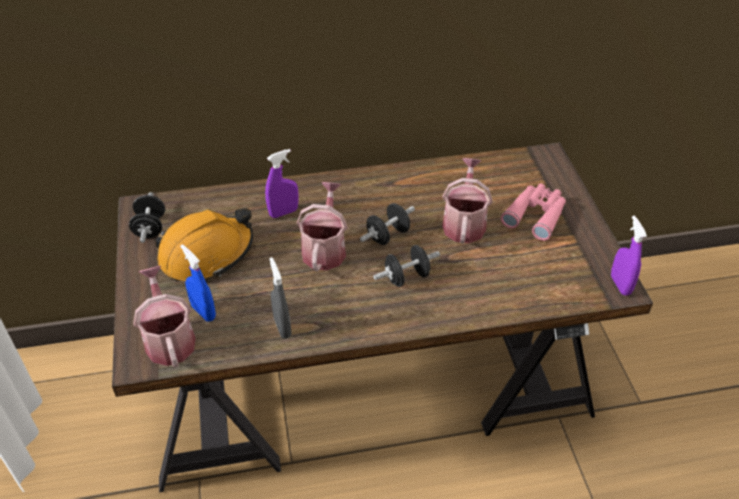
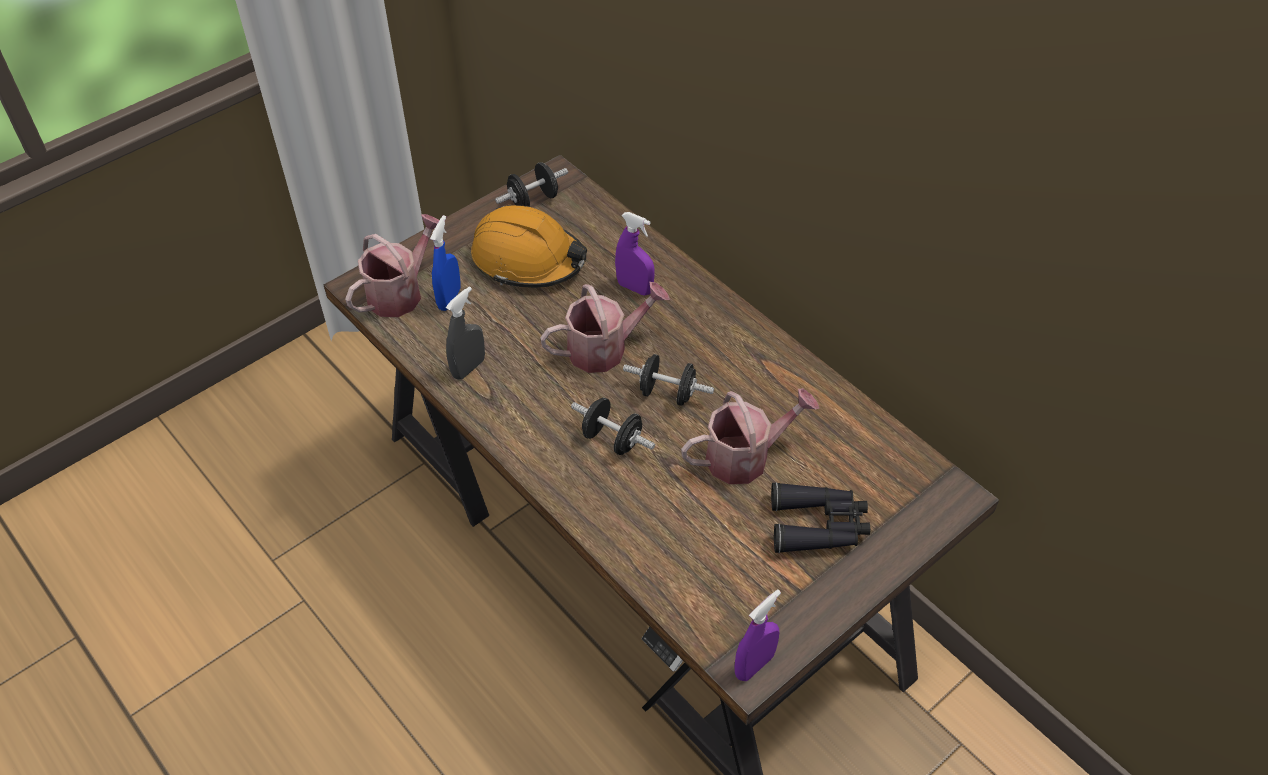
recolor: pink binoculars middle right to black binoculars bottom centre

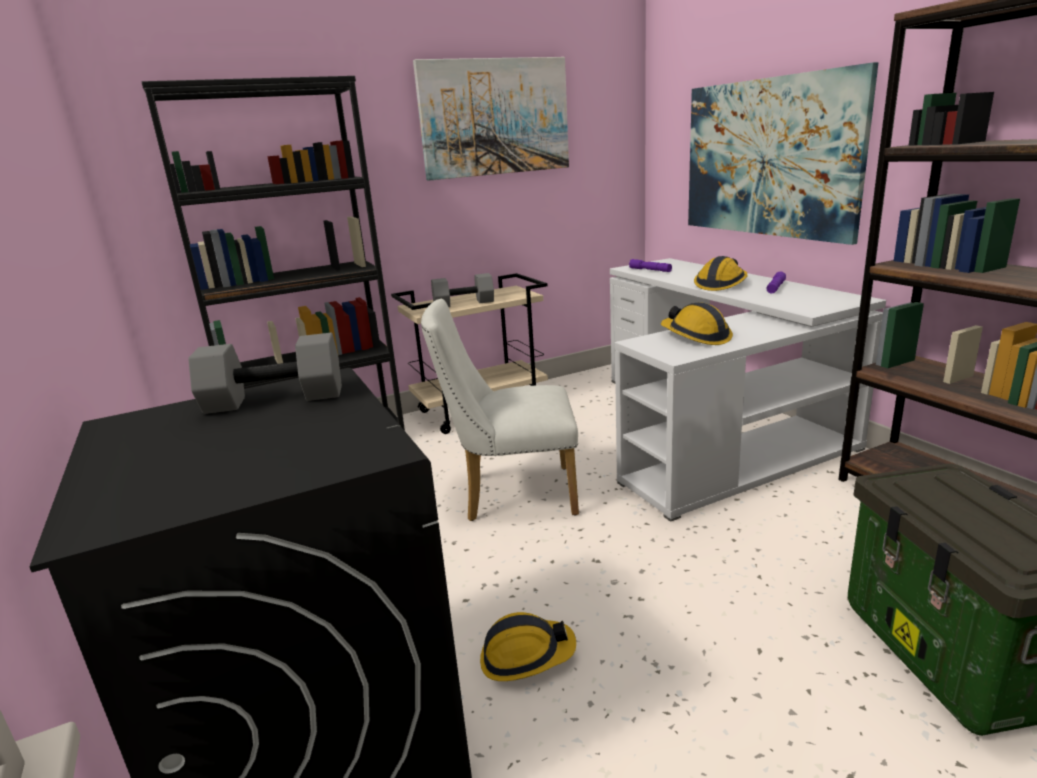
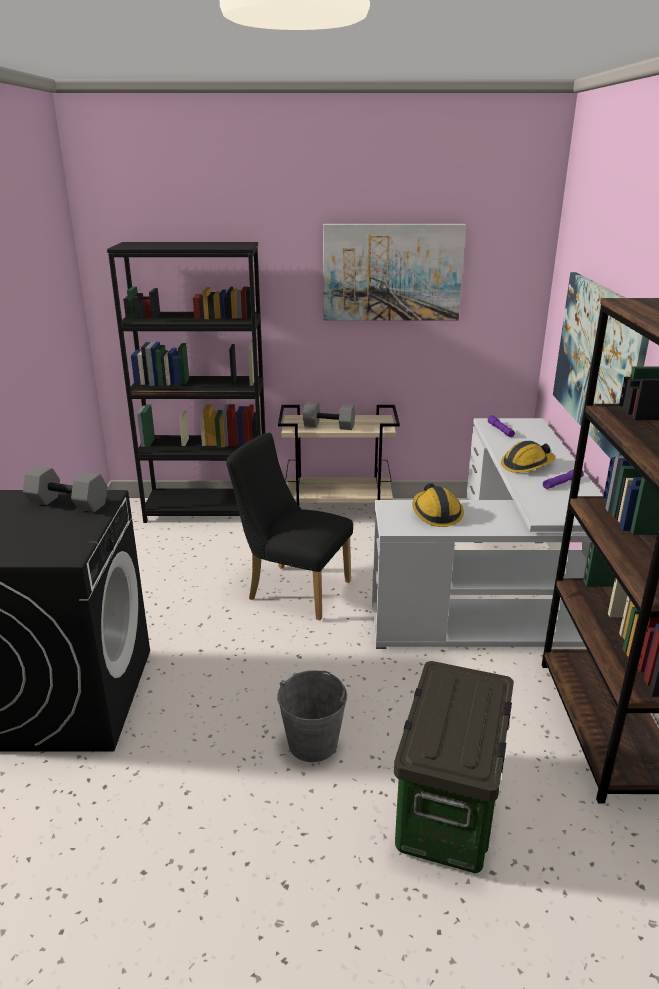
delete: hard hat (1st from left) bottom centre
insert: grey bucket bottom centre
recolor: white chair centre to black chair centre

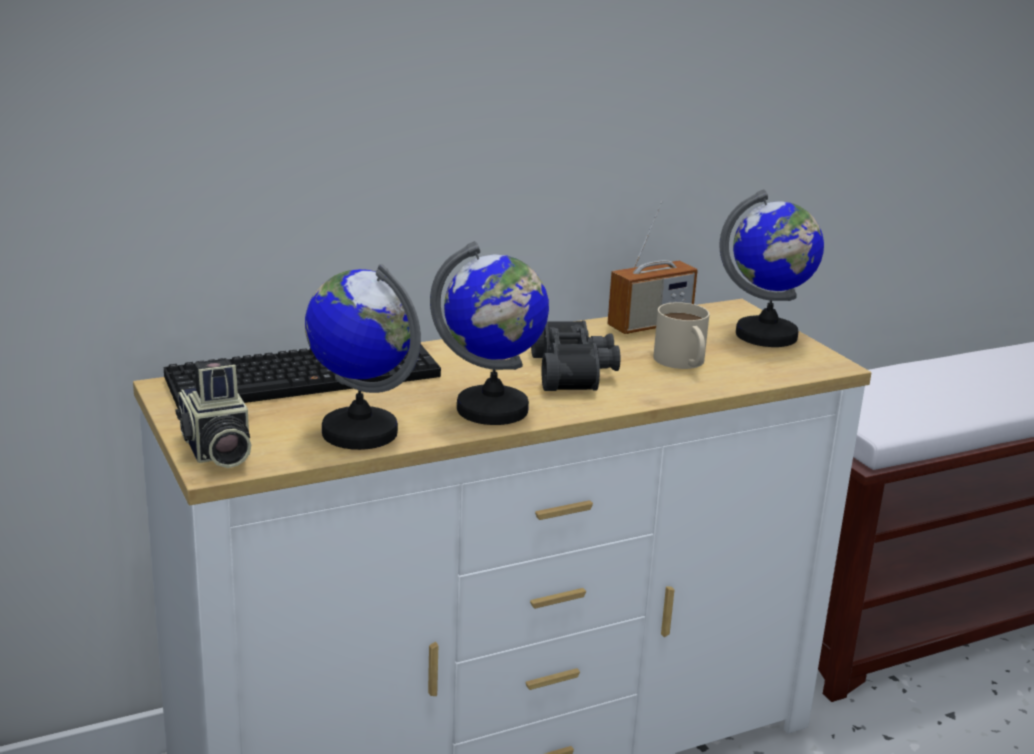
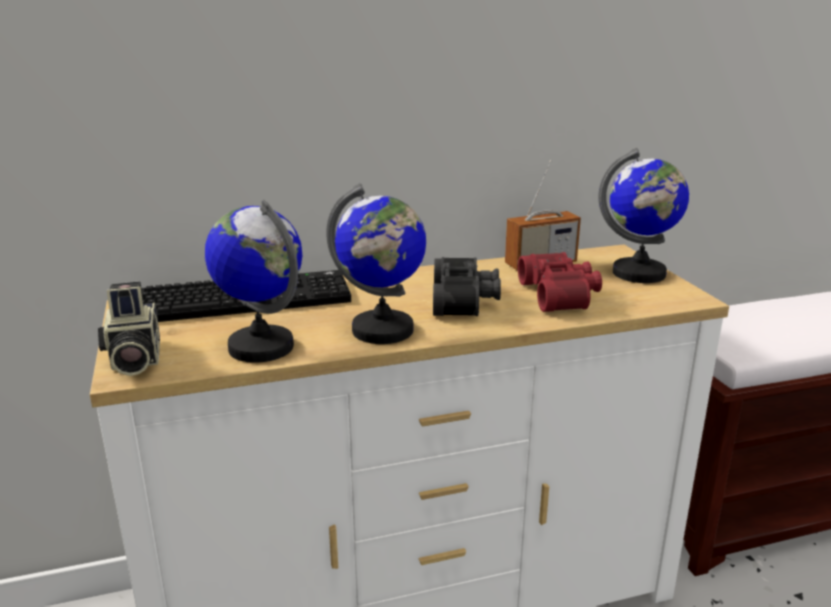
replace: beige mug centre to red binoculars middle right

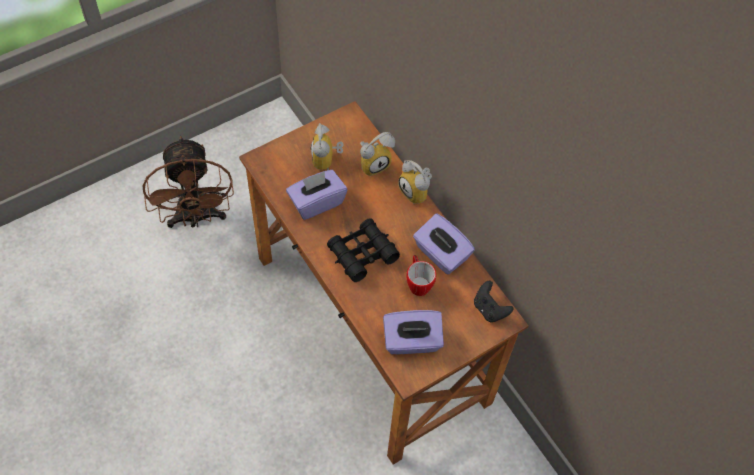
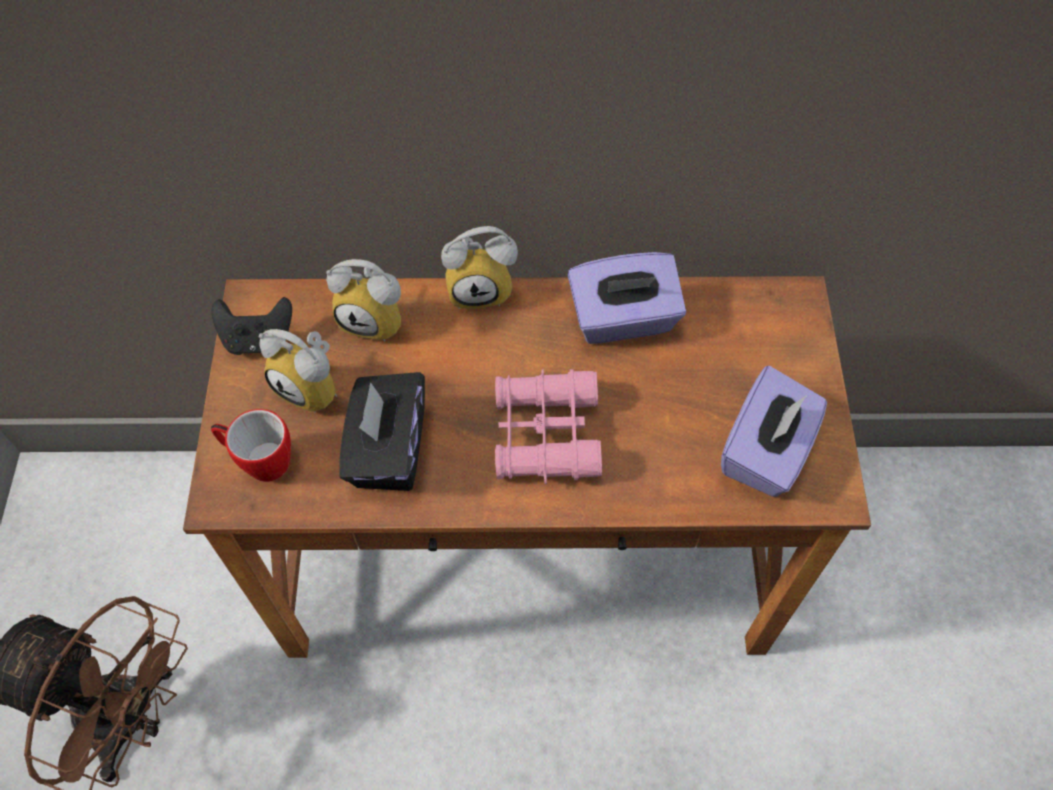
move: black game controller centre to middle left; mug centre to middle left
recolor: purple tissue box (1st from left) centre to black tissue box centre; black binoculars centre to pink binoculars centre
rotate: alarm clock (2nd from left) top centre = centre 105 degrees clockwise

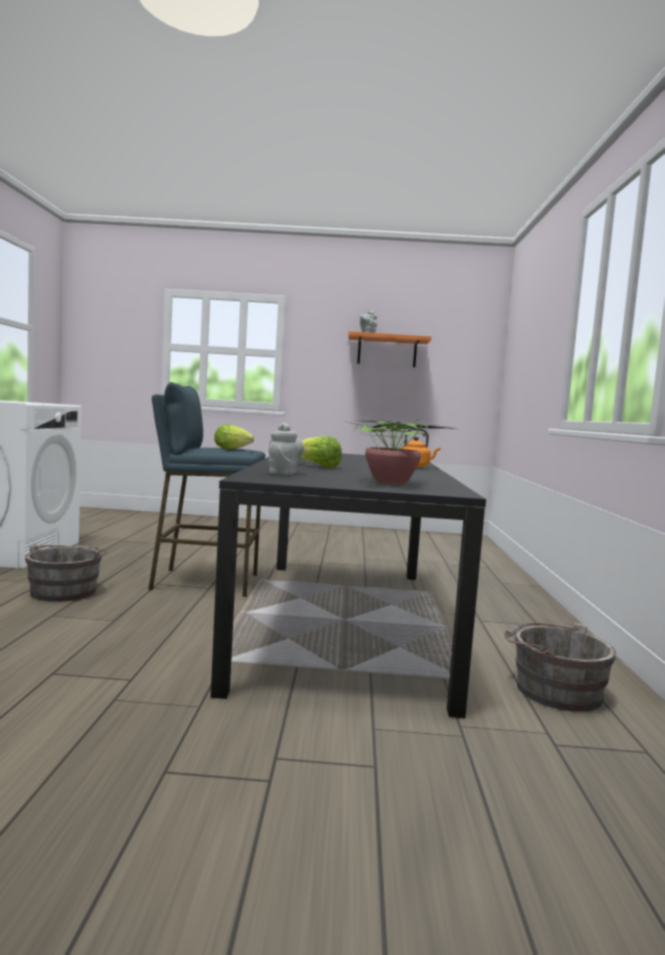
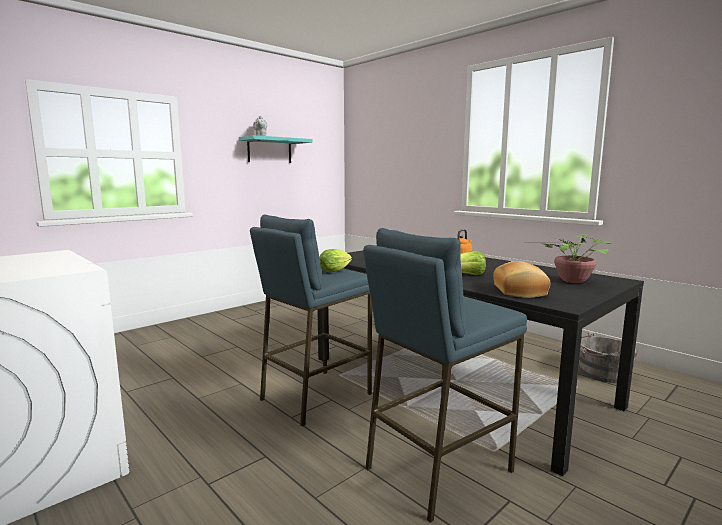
delete: grey bucket (1st from left) middle left
insert: blue stool (2nd from left) bottom centre
replace: grey teapot (1st from left) centre to bread middle right
recolor: orange shelf centre to turquoise shelf top centre

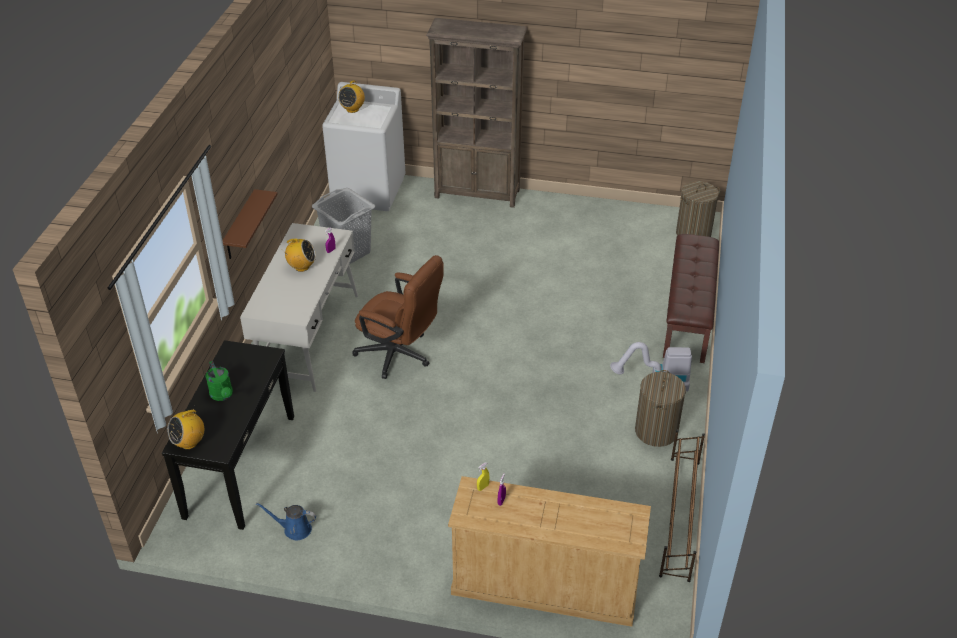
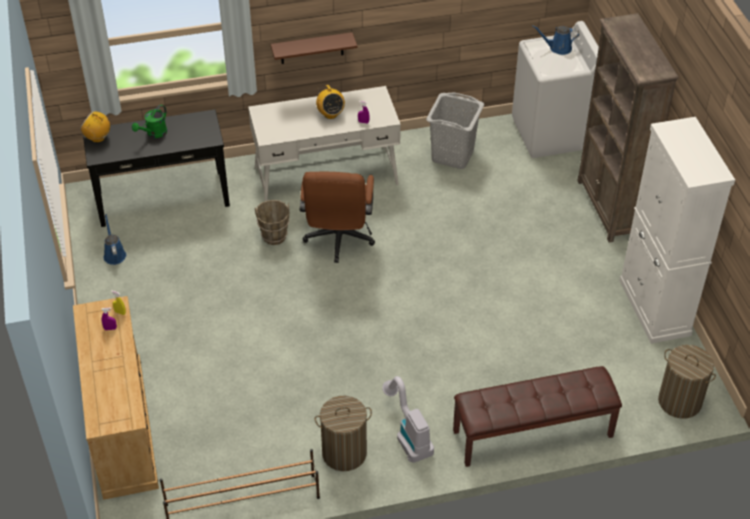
insert: brown bucket centre; white cabinet middle right
replace: radio (3rd from left) top centre to blue watering can (2nd from left) top right

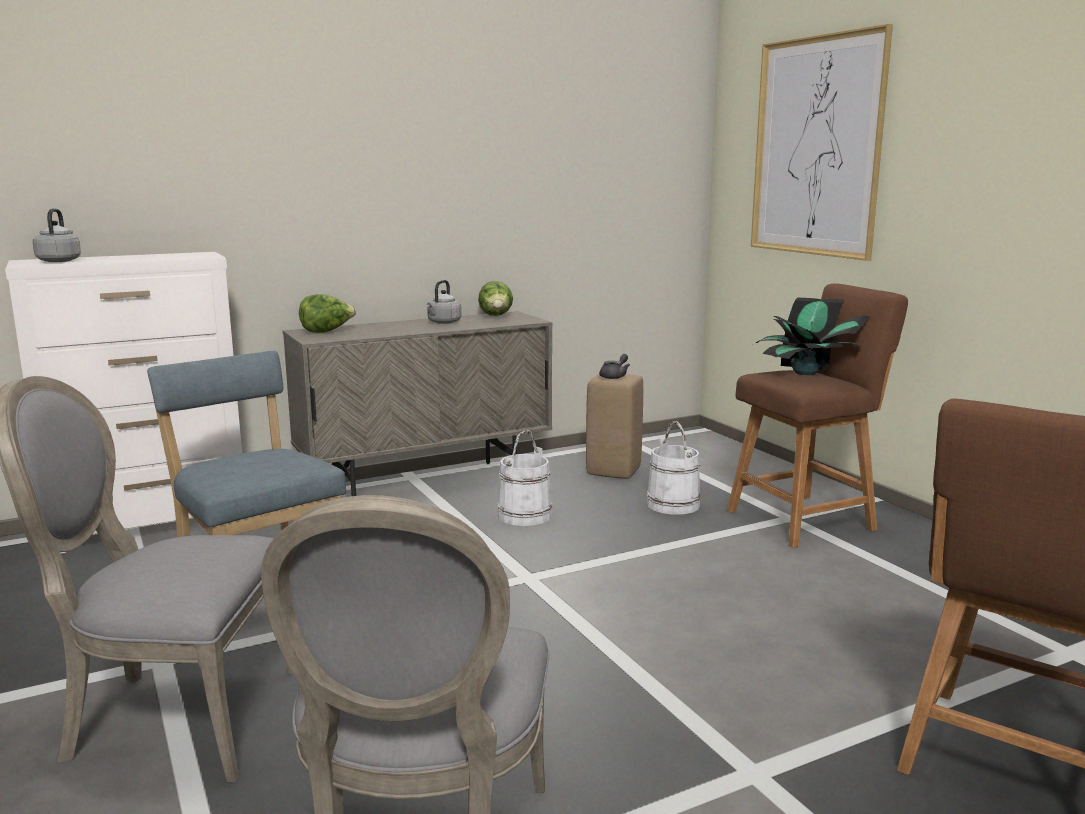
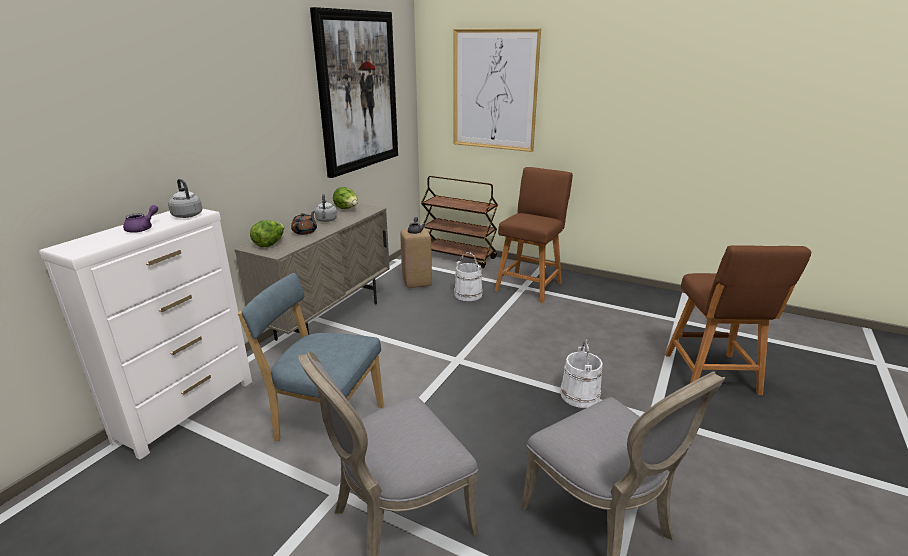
delete: potted plant middle right
insert: purple teapot middle left; brown teapot centre; picture (1st from left) top centre; brown cart centre
move: grey kettle (1st from left) top left to middle left; white bucket (1st from left in the first image) centre to white bucket (2nd from left) bottom centre

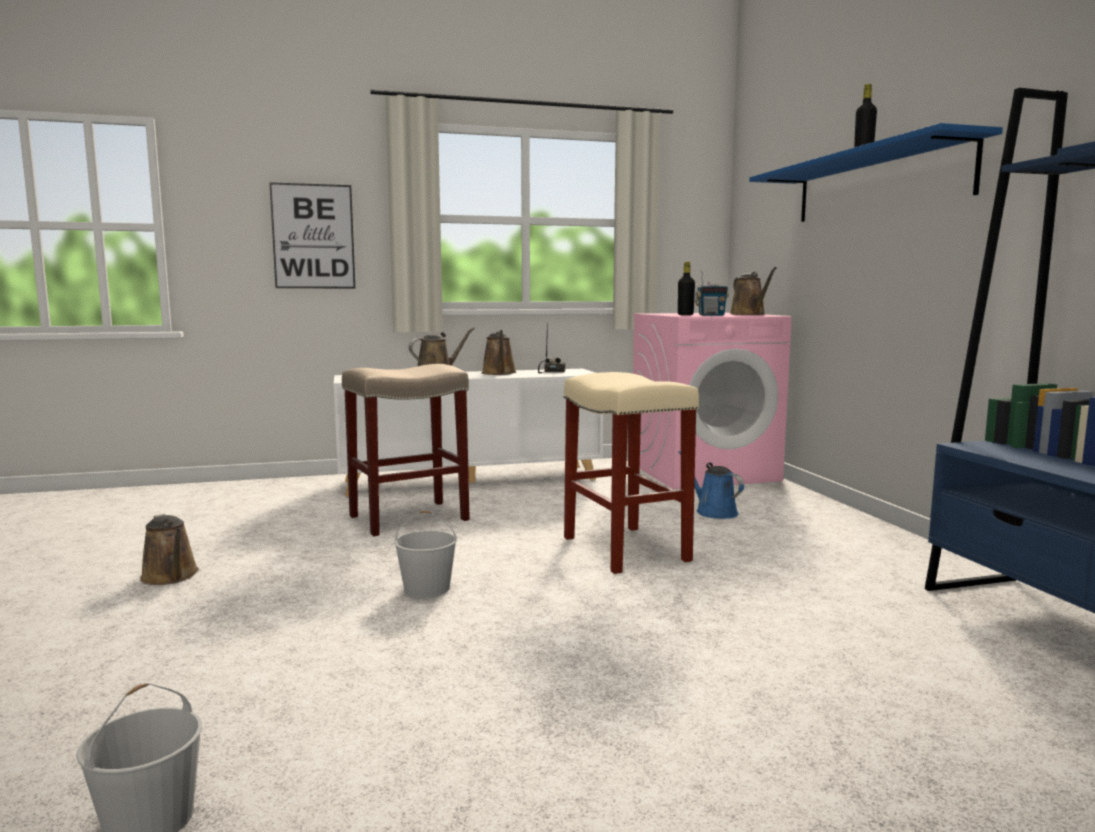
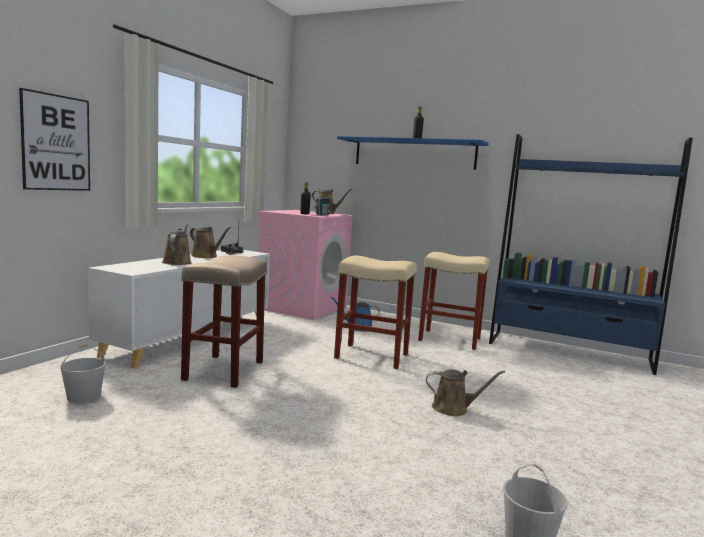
insert: beige stool (3rd from left) centre
move: white bucket (2nd from left in the first image) centre to white bucket (1st from left) bottom left; brown watering can (1st from left in the first image) middle left to brown watering can (4th from left) bottom centre

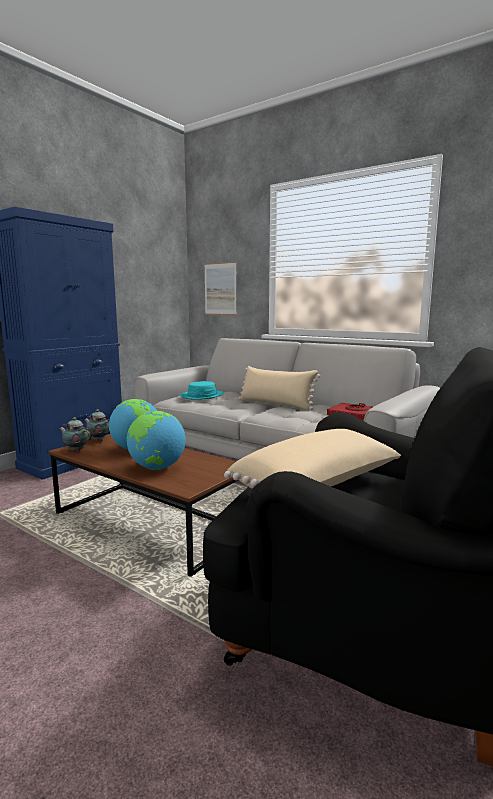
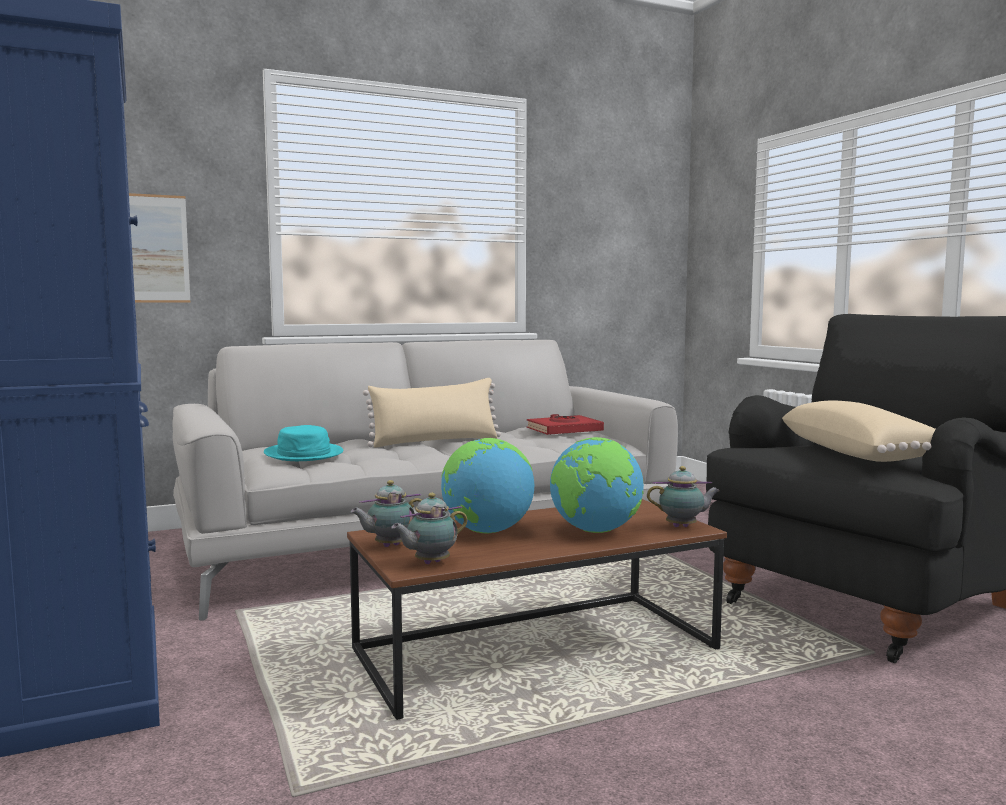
insert: teapot (3rd from left) middle right

